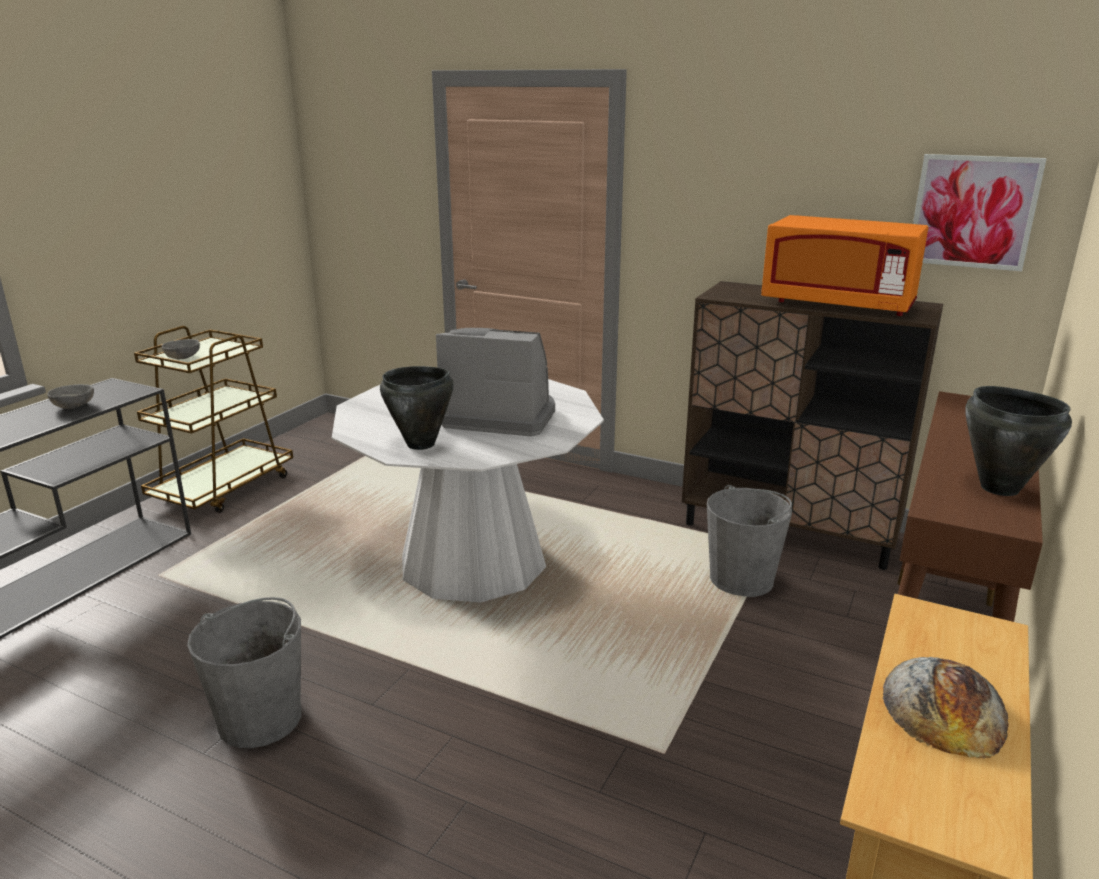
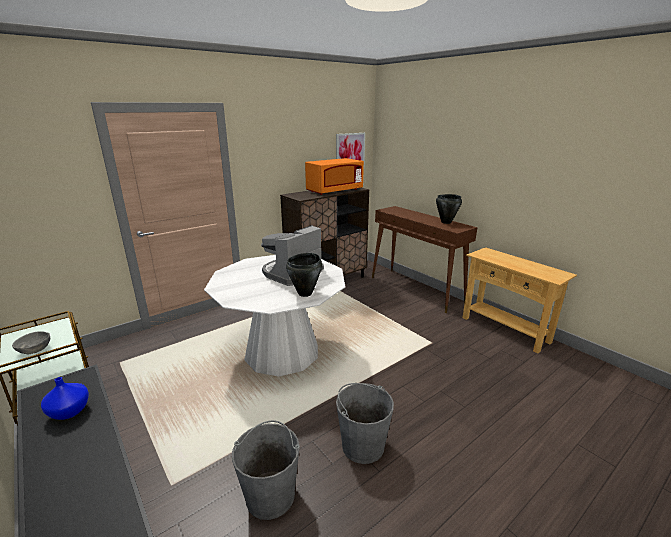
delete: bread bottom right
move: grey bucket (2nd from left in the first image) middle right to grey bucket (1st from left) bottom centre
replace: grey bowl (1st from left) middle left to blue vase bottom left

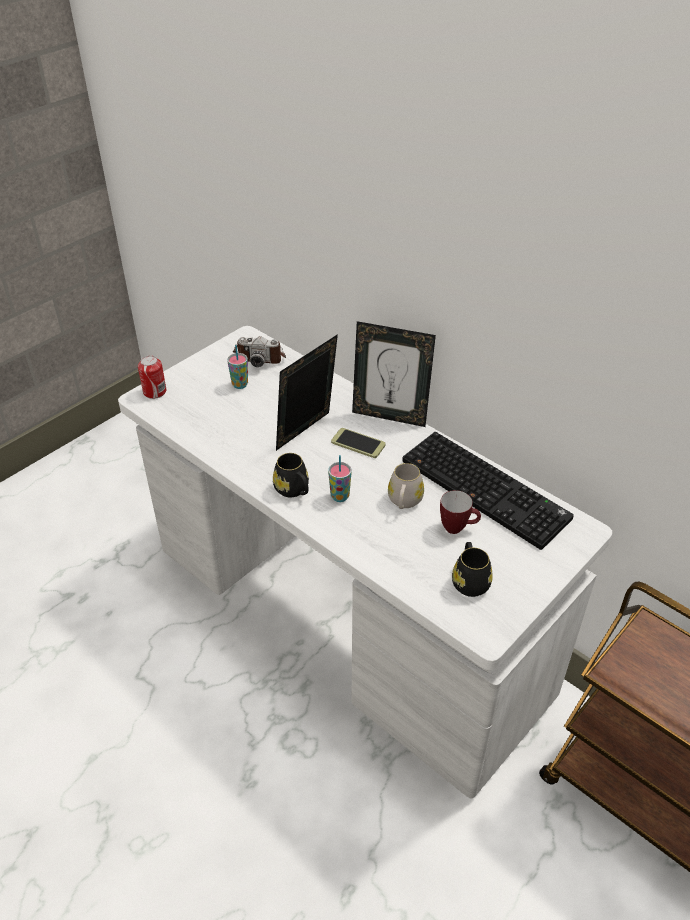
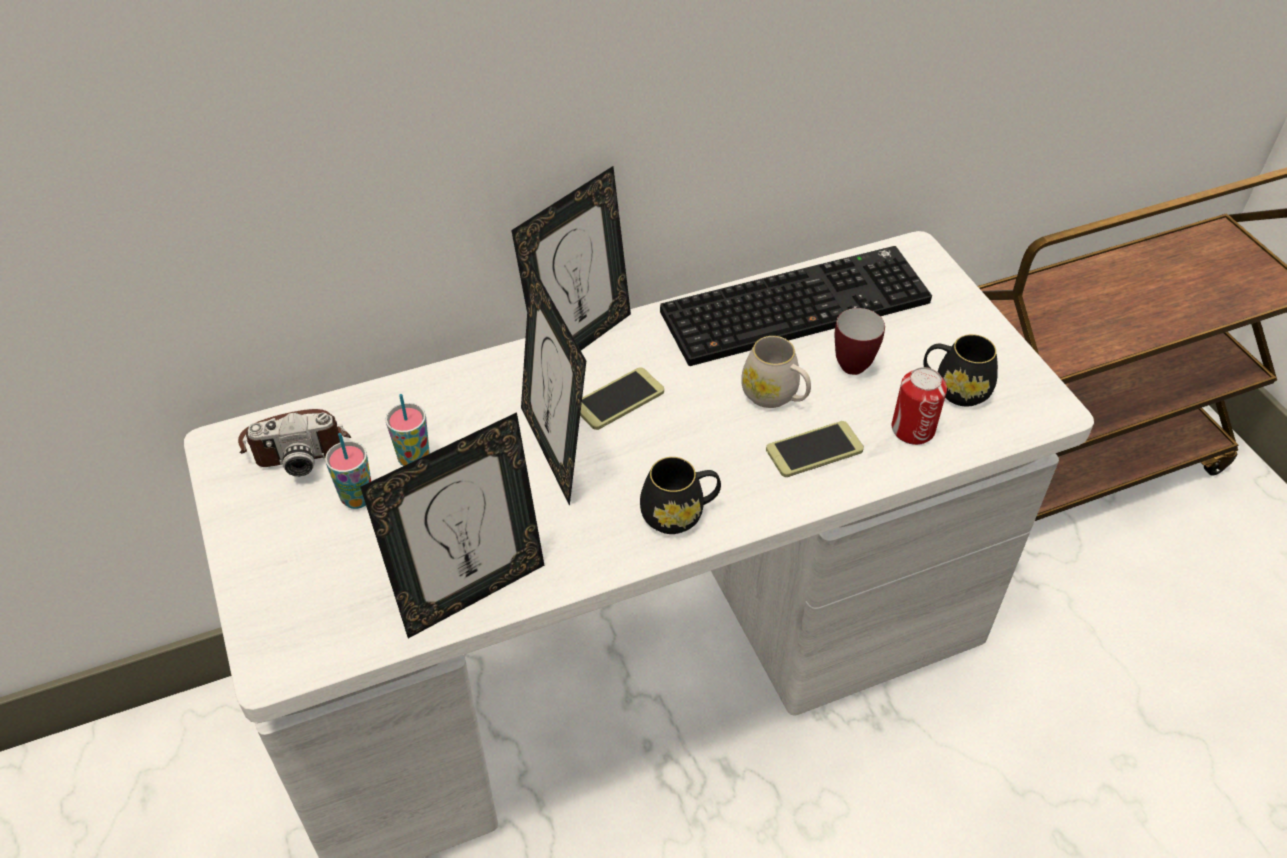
insert: picture frame (1st from left) centre; phone (2nd from left) centre
move: cup (2nd from left) centre to middle left; can middle left to middle right
rotate: photo camera centre = middle left 45 degrees clockwise

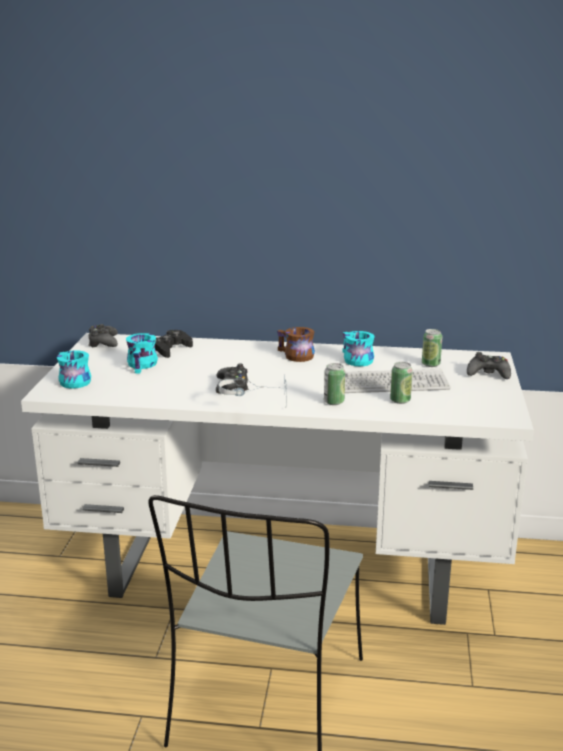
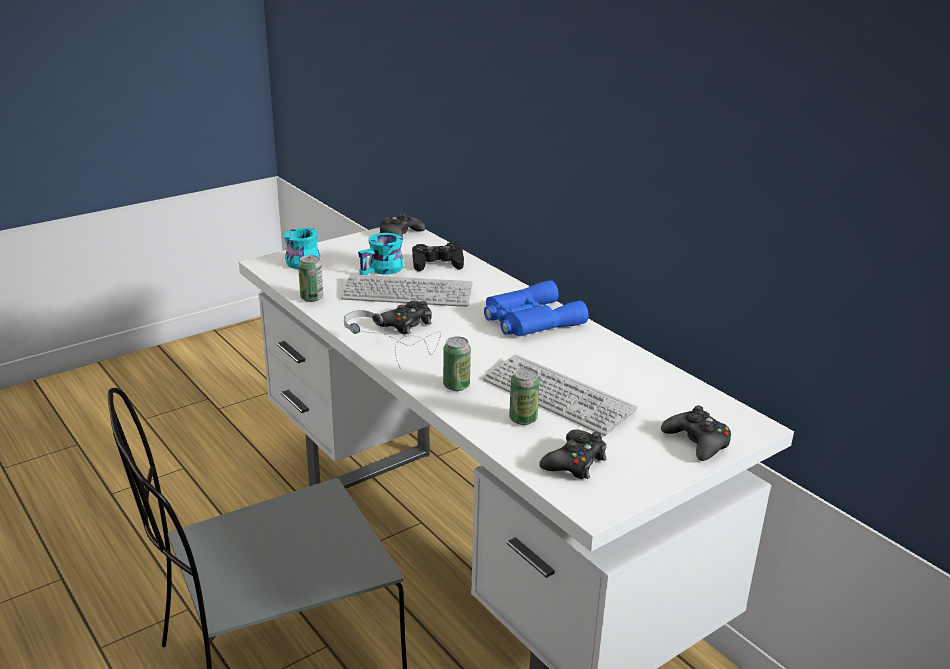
delete: turquoise mug (3rd from left) centre
insert: keyboard (1st from left) centre; black game controller (4th from left) bottom centre
move: can (3rd from left in the first image) middle right to can (1st from left) middle left
replace: brown mug centre to blue binoculars centre

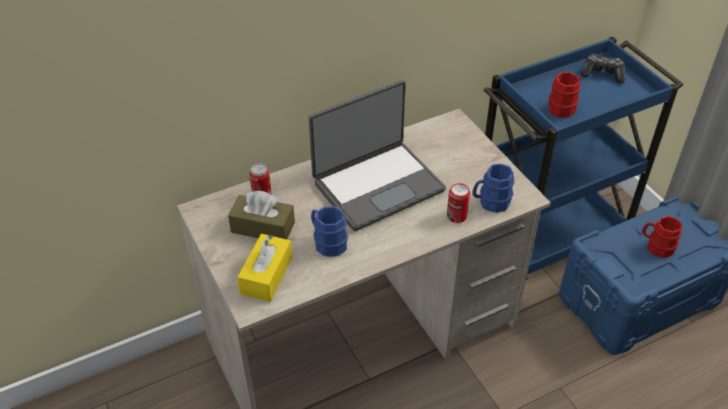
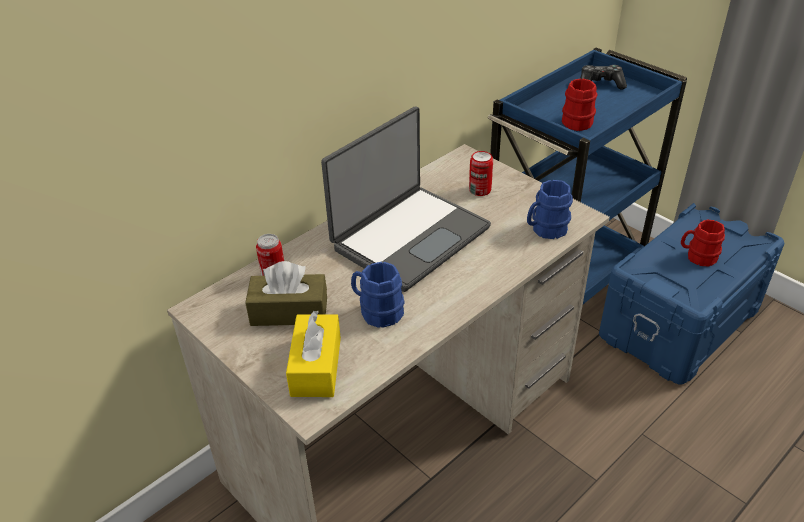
move: can (2nd from left) centre to top centre

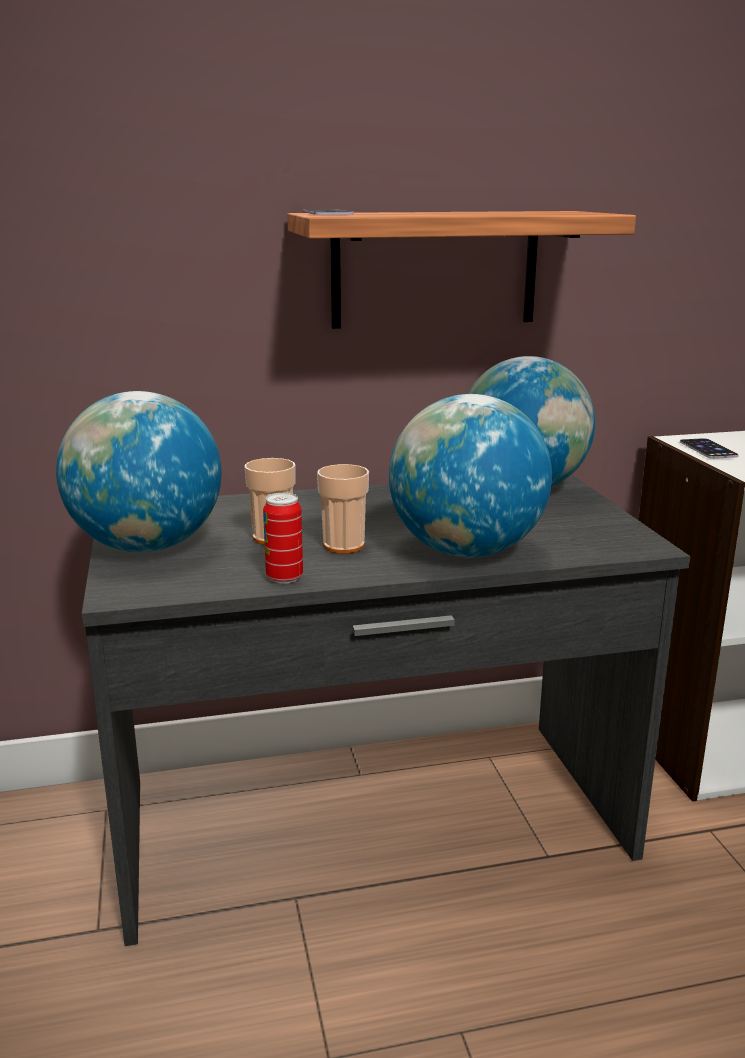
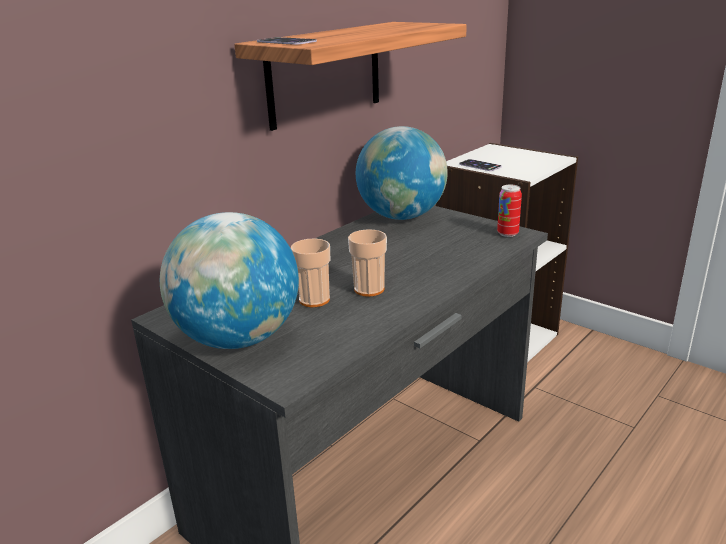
delete: globe (2nd from left) centre
move: can centre to middle right

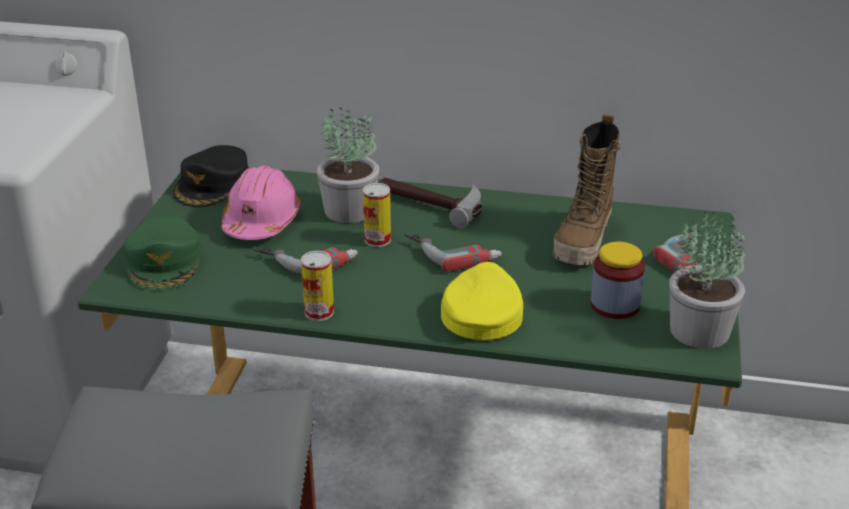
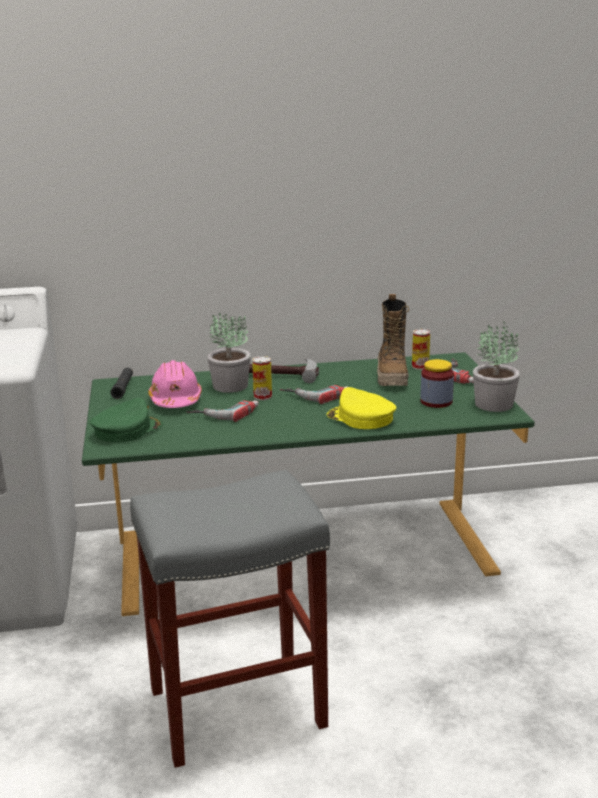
move: can (1st from left in the first image) centre to can (2nd from left) middle right
replace: black cap middle left to black flashlight middle left
rotate: green cap middle left = middle left 105 degrees counterclockwise; yellow cap centre = centre 45 degrees counterclockwise

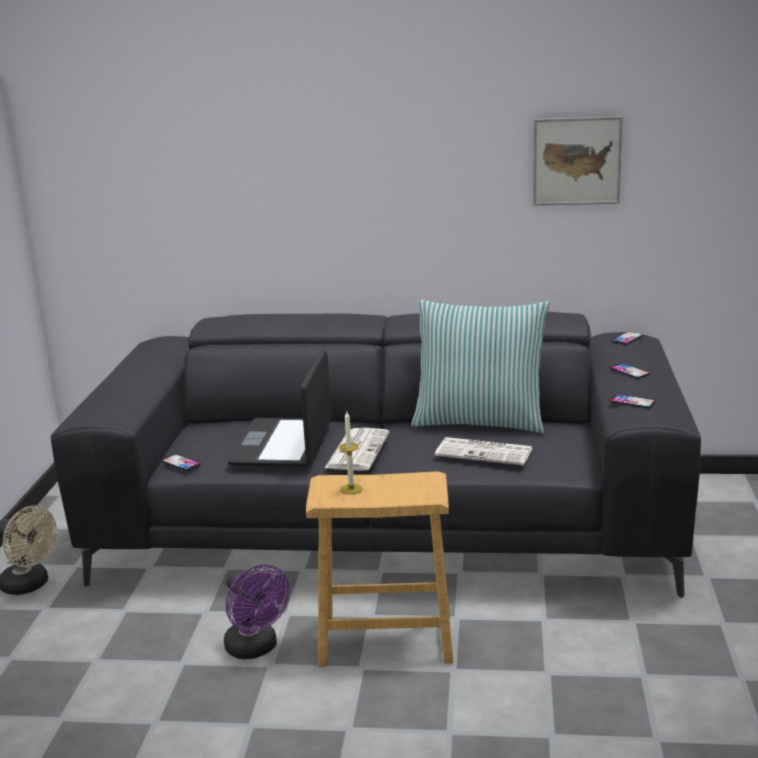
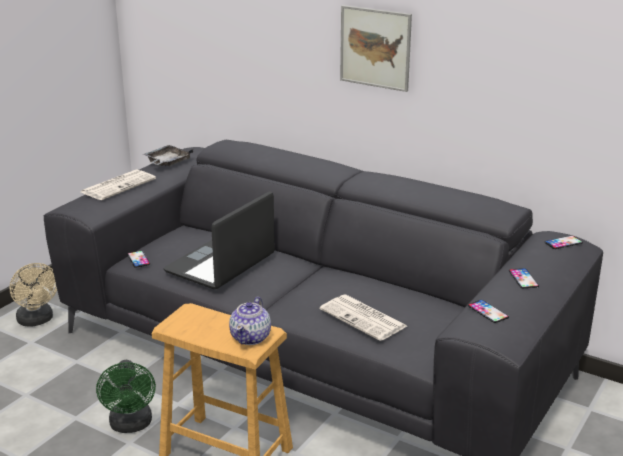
delete: candle centre; pillow centre
insert: grey tray middle left; teapot bottom centre
move: newspaper (1st from left) centre to middle left; picture top right to top centre
recolor: purple fan bottom centre to green fan bottom left

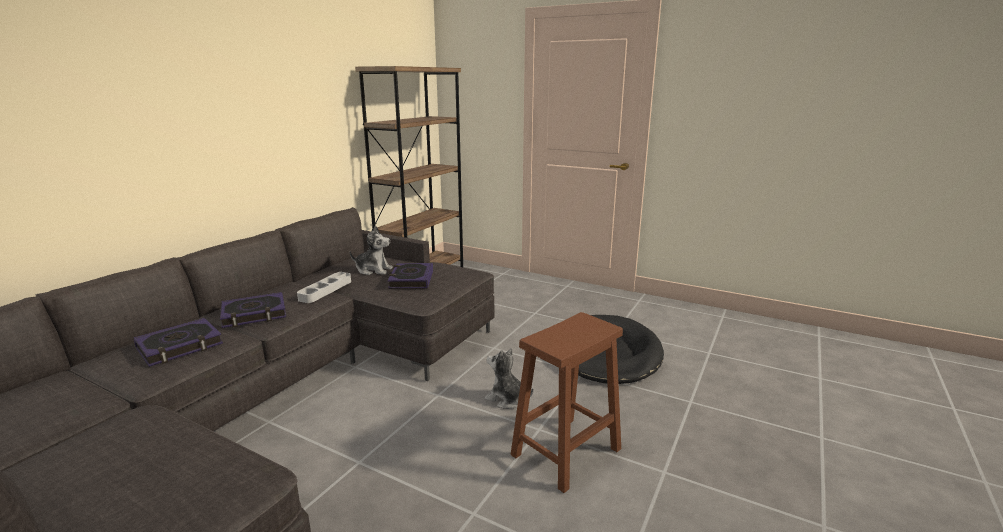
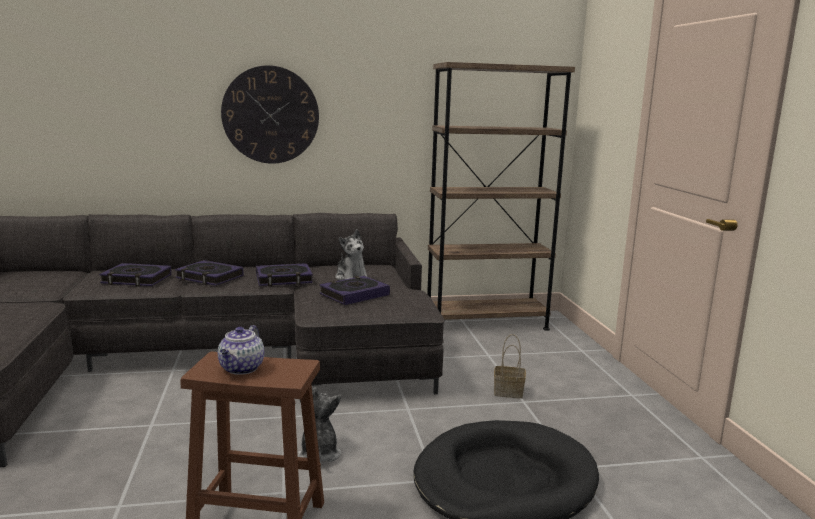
insert: teapot bottom left; wall clock top left; basket bottom centre
replace: grey tray middle left to book (3rd from left) centre

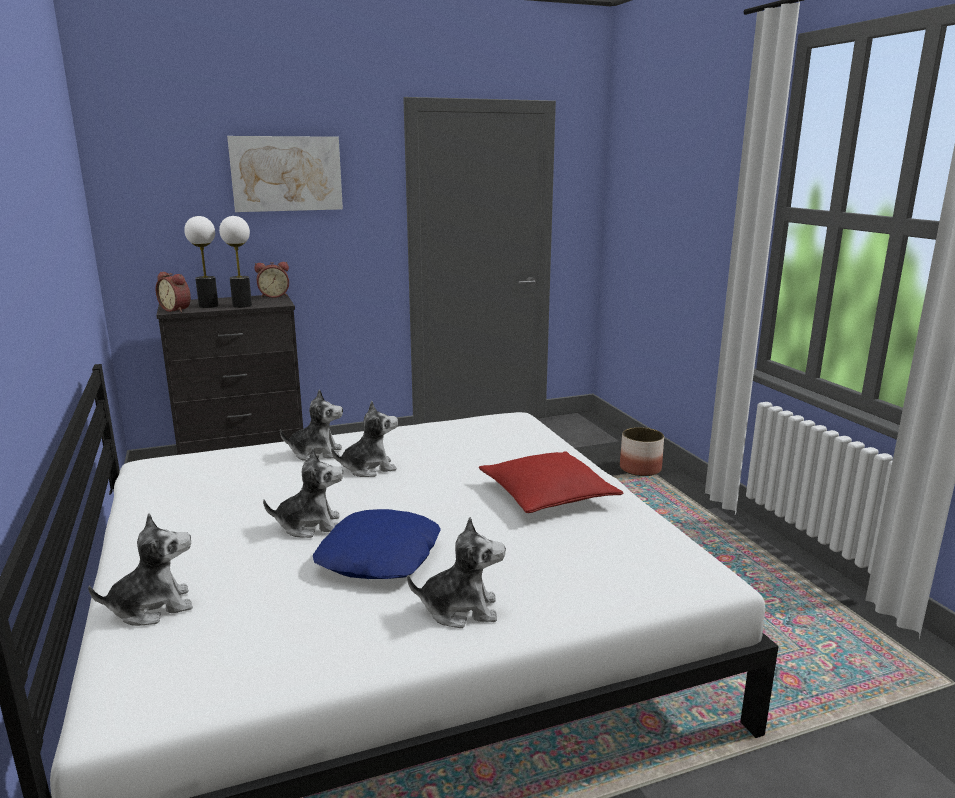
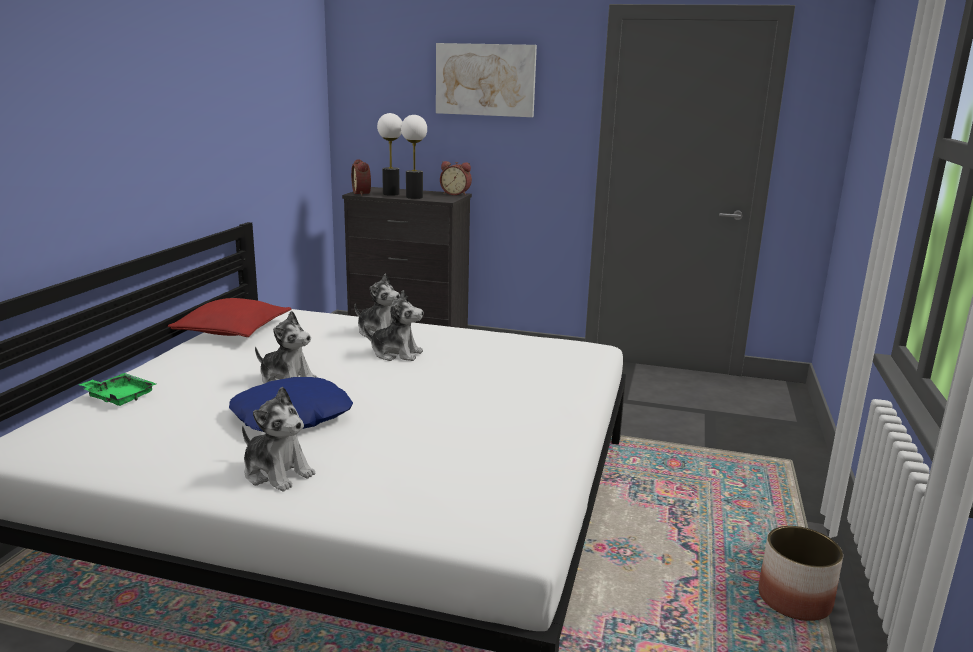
move: red pillow centre to middle left; planter middle right to bottom right
replace: plush toy (1st from left) bottom left to green tray middle left

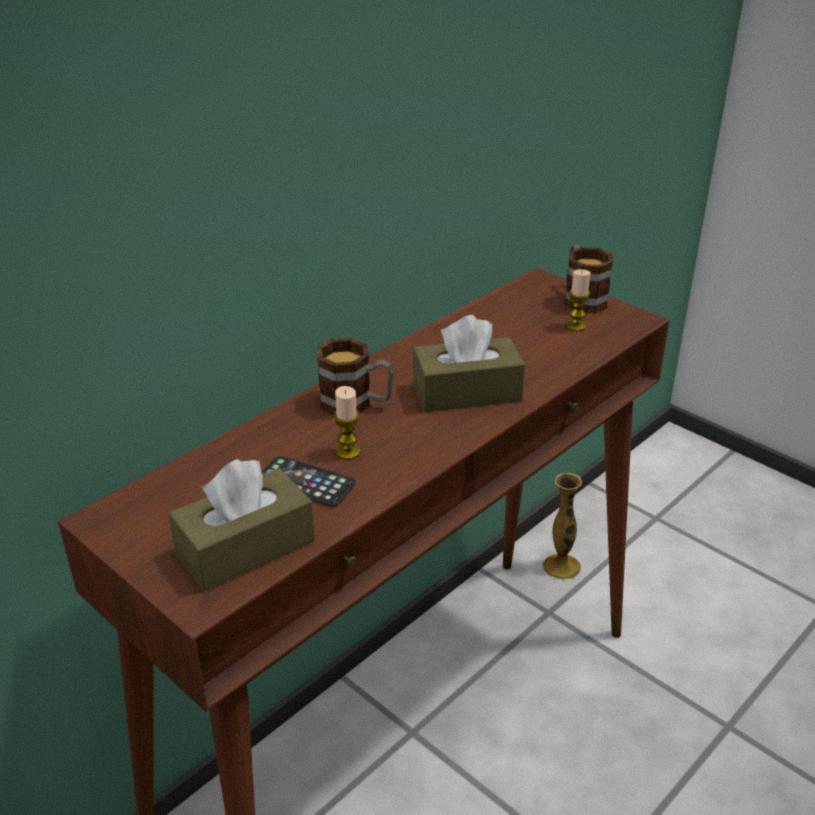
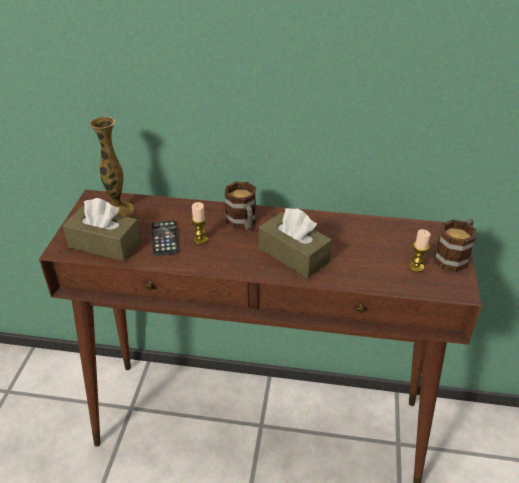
move: vase middle right to middle left

